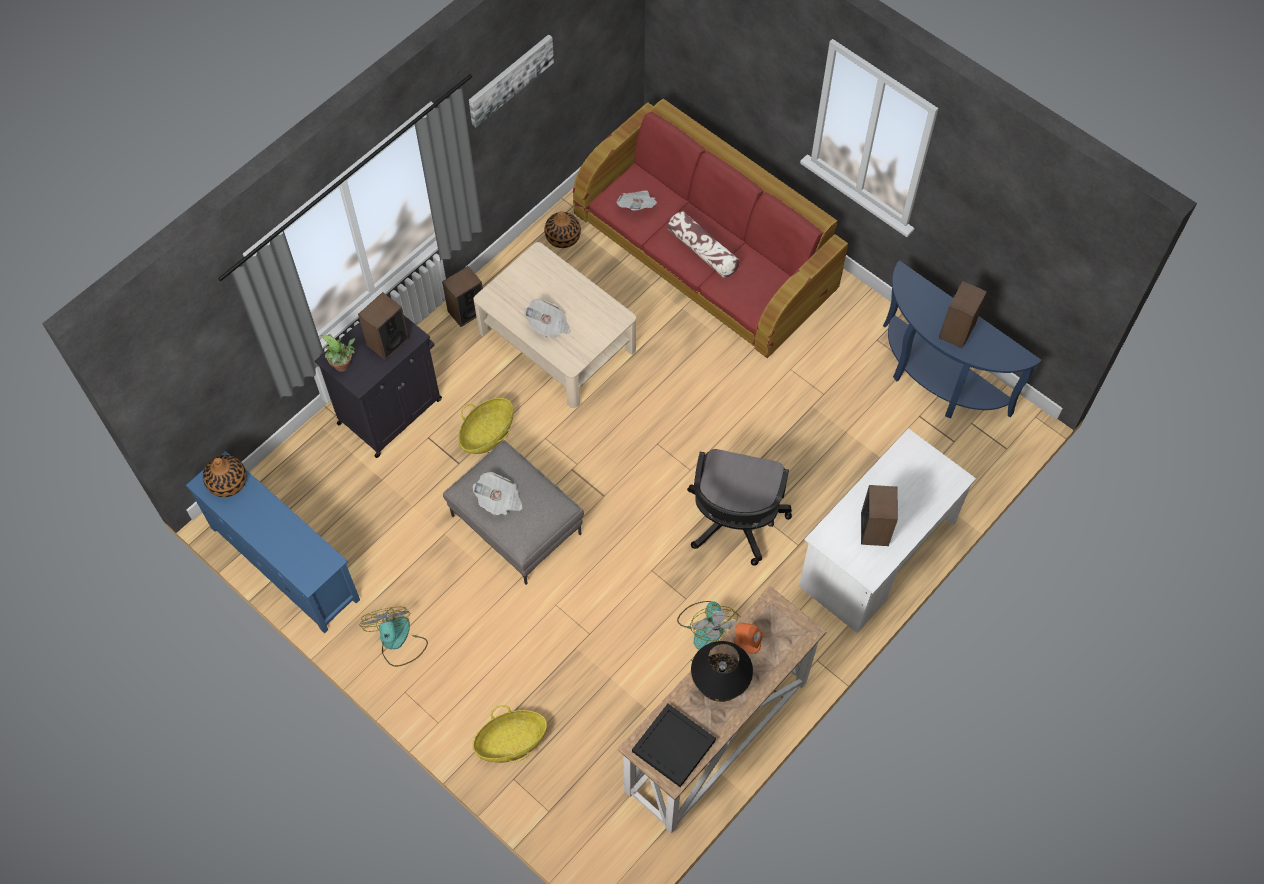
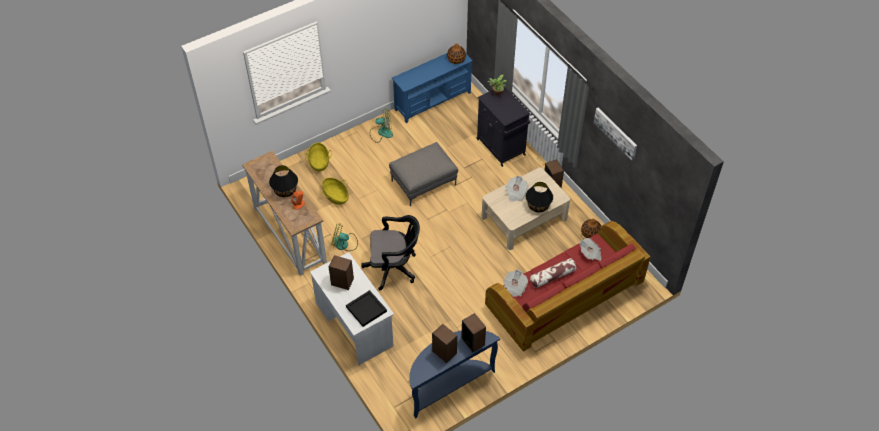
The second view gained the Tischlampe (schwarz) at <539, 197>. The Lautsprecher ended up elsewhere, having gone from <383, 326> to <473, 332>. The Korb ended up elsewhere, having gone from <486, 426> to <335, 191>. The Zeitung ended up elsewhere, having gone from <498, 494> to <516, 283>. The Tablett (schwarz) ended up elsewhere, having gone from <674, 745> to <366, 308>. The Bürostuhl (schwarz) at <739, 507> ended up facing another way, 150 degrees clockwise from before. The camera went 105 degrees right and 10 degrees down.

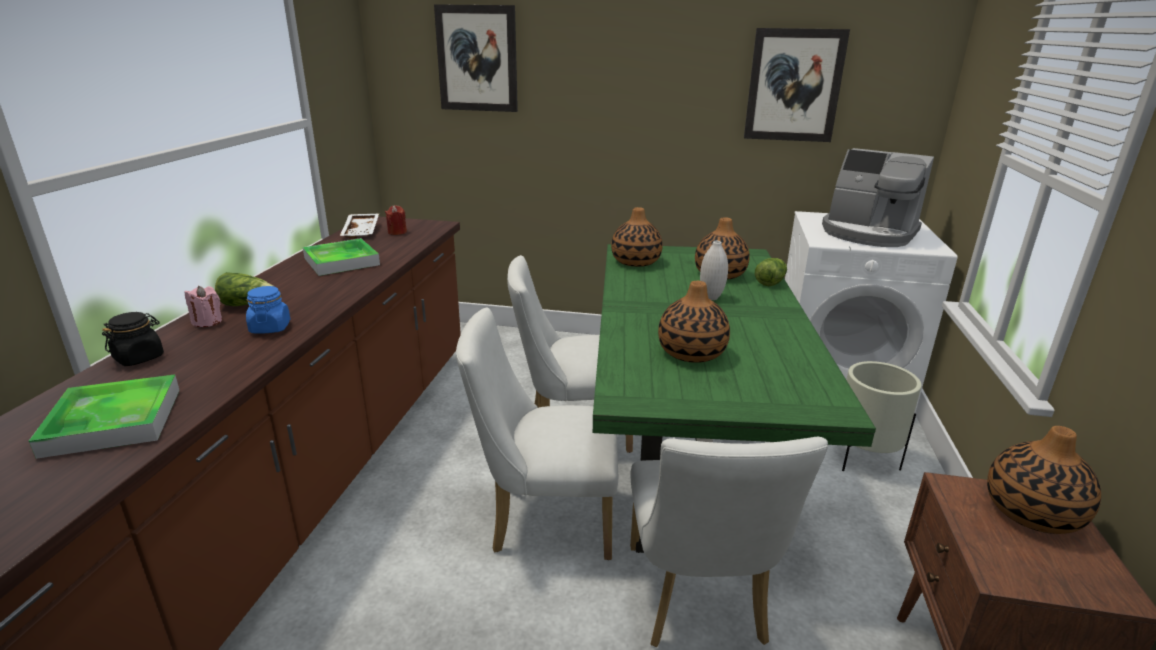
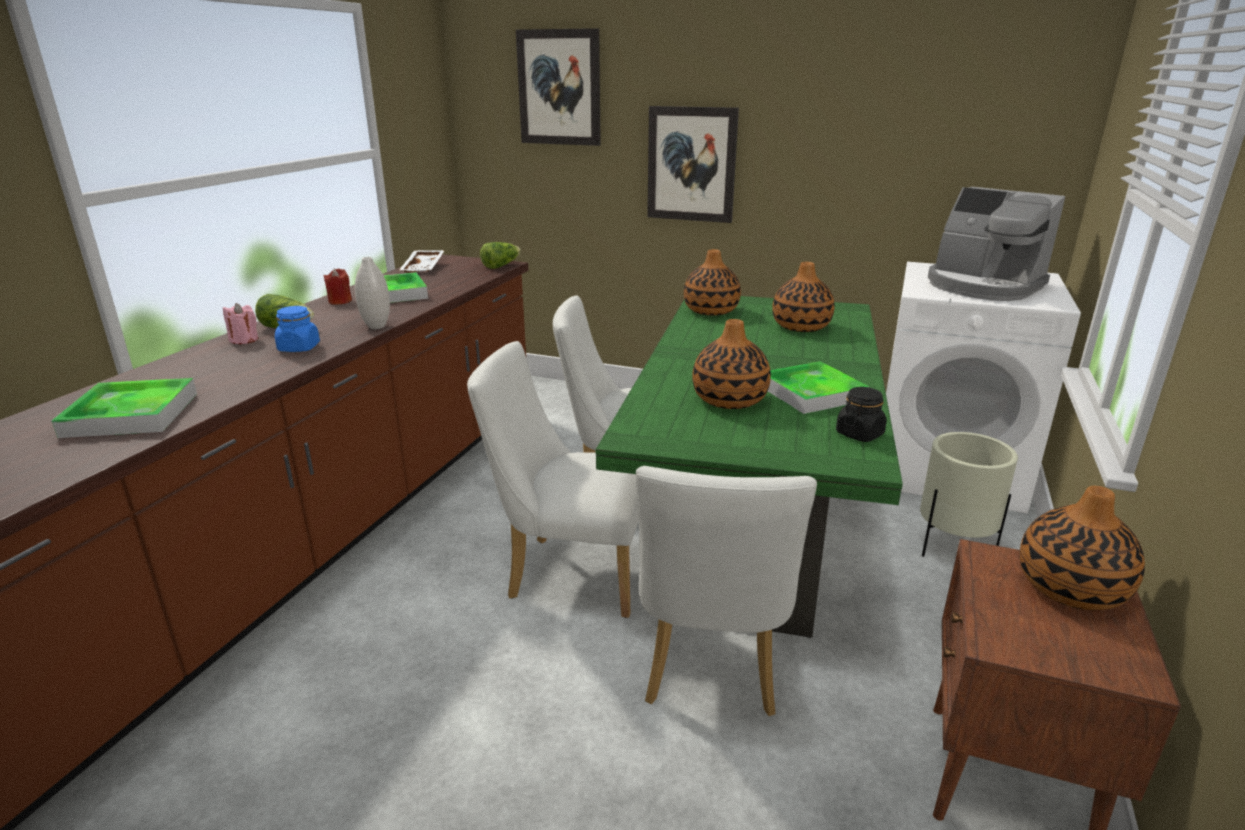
The second view gained the Tablett at <818, 387>. The Vorratsglas (schwarz) ended up elsewhere, having gone from <133, 339> to <861, 414>. The Kerze (rot) ended up elsewhere, having gone from <396, 220> to <337, 287>. The Vase (weiß) ended up elsewhere, having gone from <714, 270> to <372, 293>. The Bild ended up elsewhere, having gone from <797, 85> to <693, 164>. The Salatkopf ended up elsewhere, having gone from <771, 272> to <500, 255>. The camera went 10 degrees right and 0 degrees up.

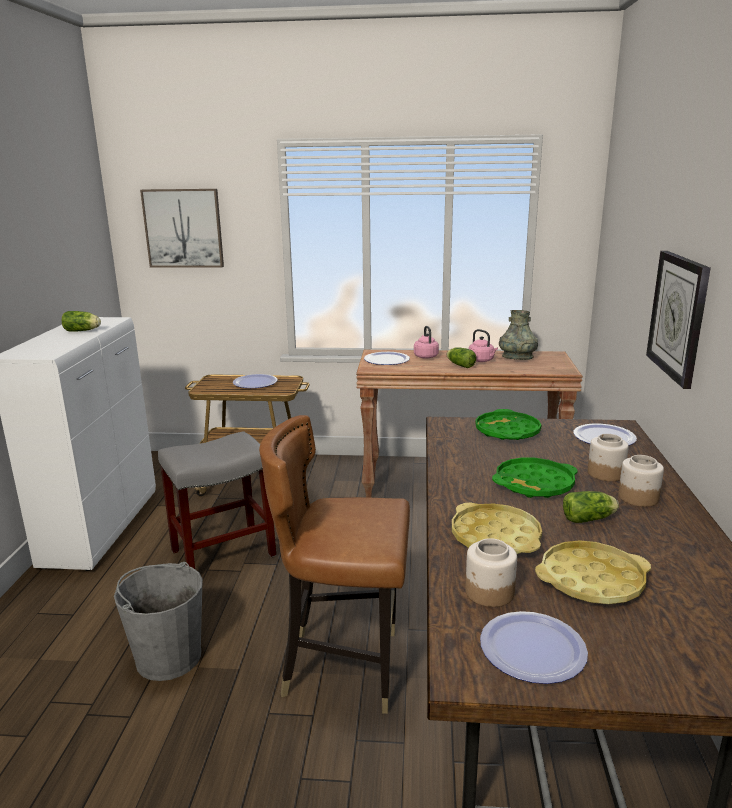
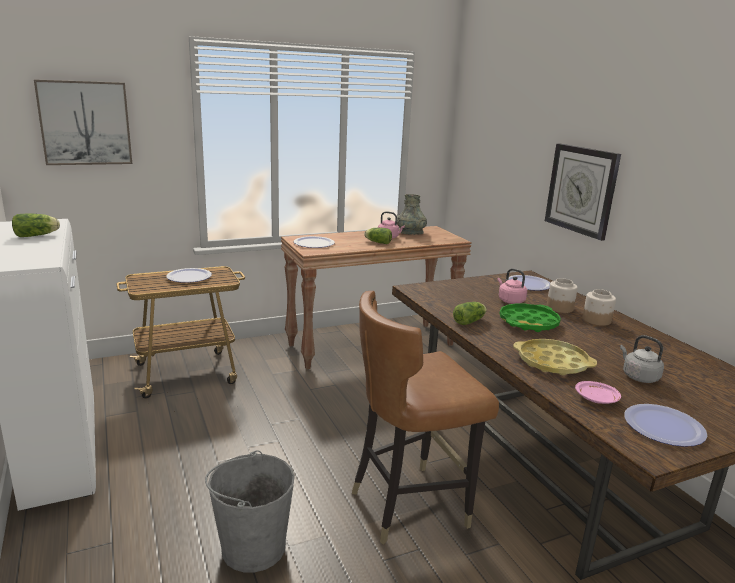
The second view lost the Hocker (grau) at <217, 500>. The second view lost the Tablett (grün) at <508, 424>. The Wasserkessel (rosa) ended up elsewhere, having gone from <426, 342> to <512, 286>. The Salatkopf ended up elsewhere, having gone from <591, 507> to <470, 313>. Where the Vorratsglas stood at <491, 572>, the Teller (rosa) came to stand at <598, 392>. Where the Tablett (gelb) stood at <593, 572>, the Wasserkessel (grau) came to stand at <642, 359>. The camera went 30 degrees left and 0 degrees up.

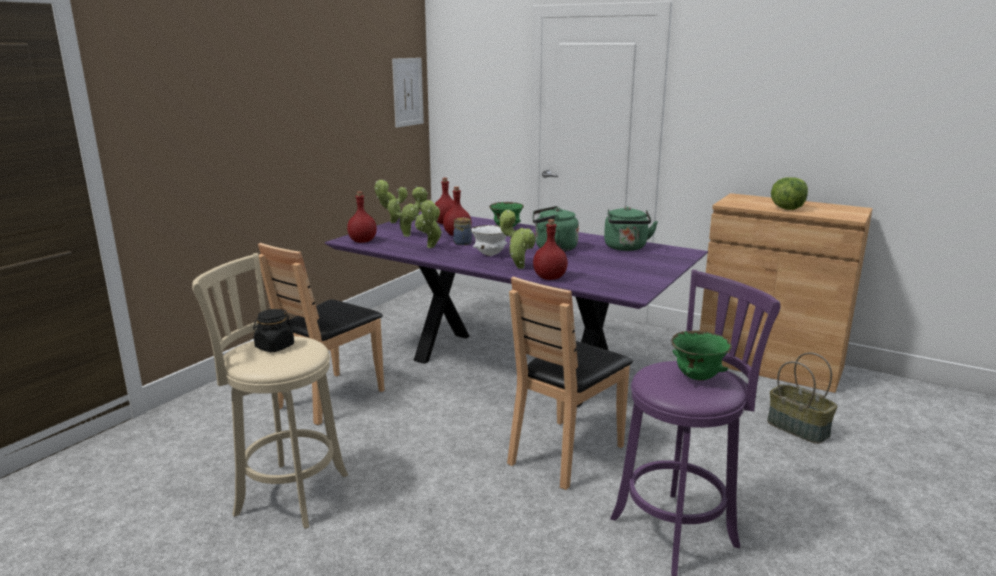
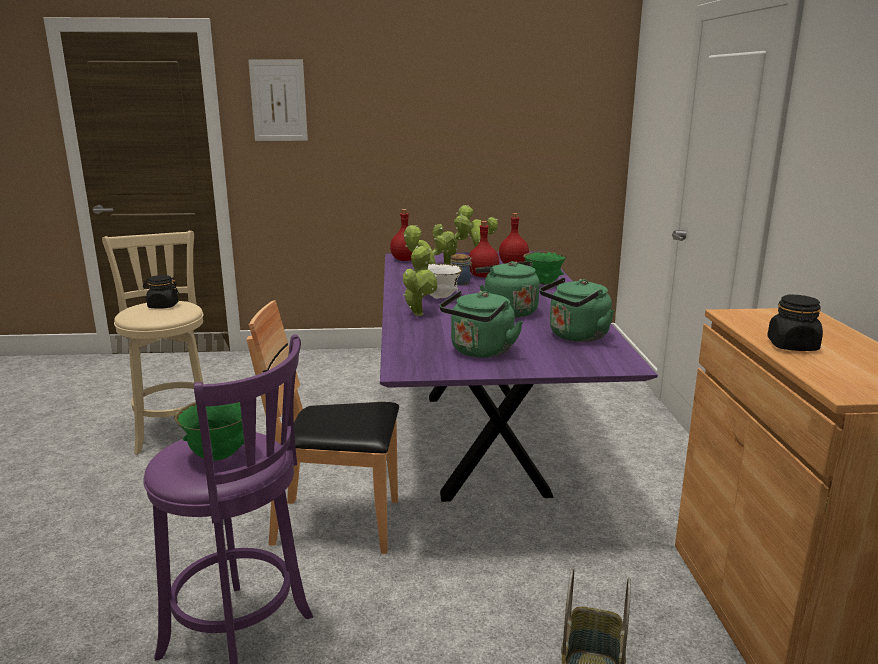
The second view lost the Stuhl (braun) at <321, 334>. The second view lost the Flasche (rot) at <550, 249>. The second view gained the Wasserkessel (grün) at <481, 324>. The Bild ended up elsewhere, having gone from <408, 93> to <278, 100>. Where the Salatkopf stood at <789, 193>, the Vorratsglas (schwarz) came to stand at <795, 322>. The camera went 55 degrees right and 0 degrees up.

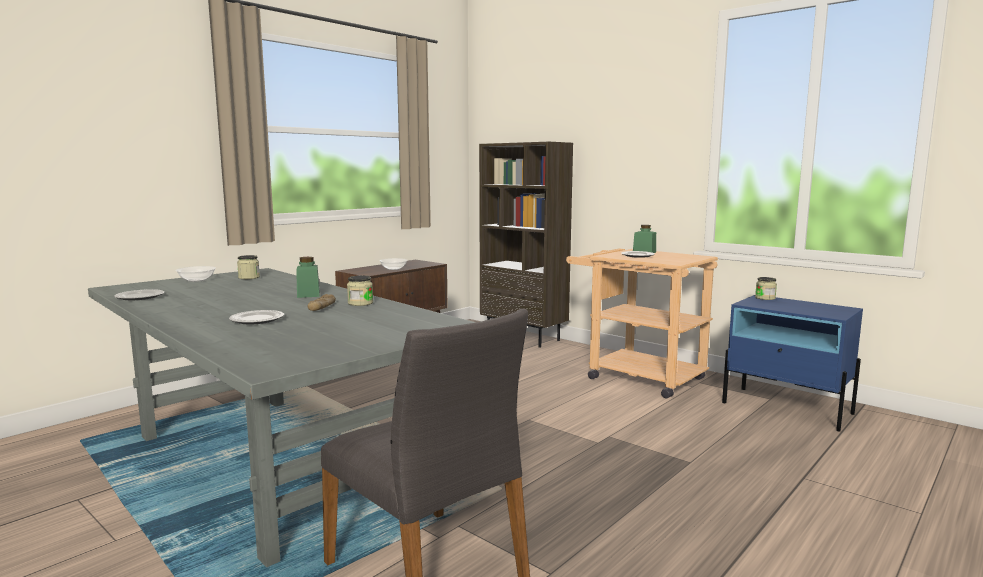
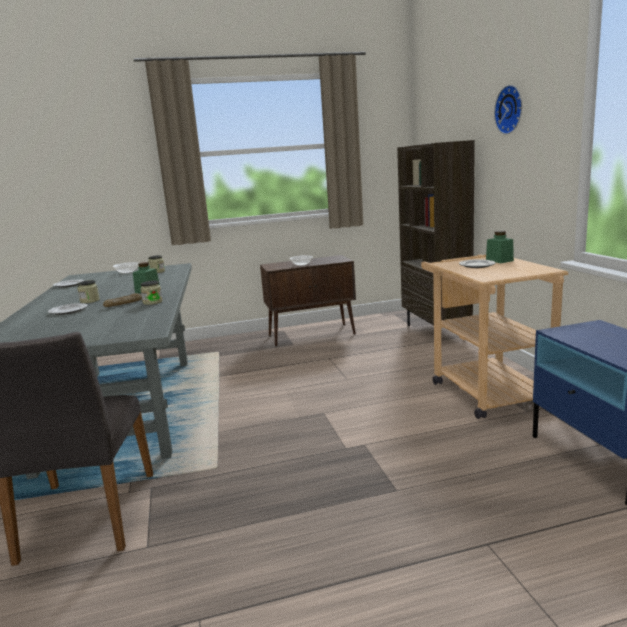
The second view gained the Wanduhr at <508, 109>. The Vorratsglas ended up elsewhere, having gone from <766, 288> to <88, 291>. The camera went 35 degrees right and 5 degrees up.

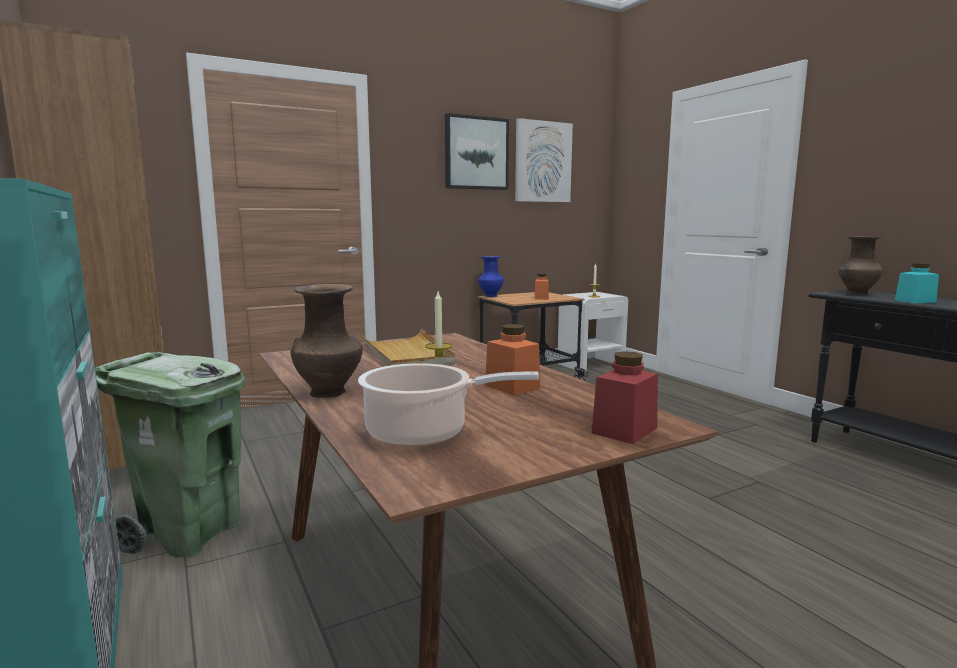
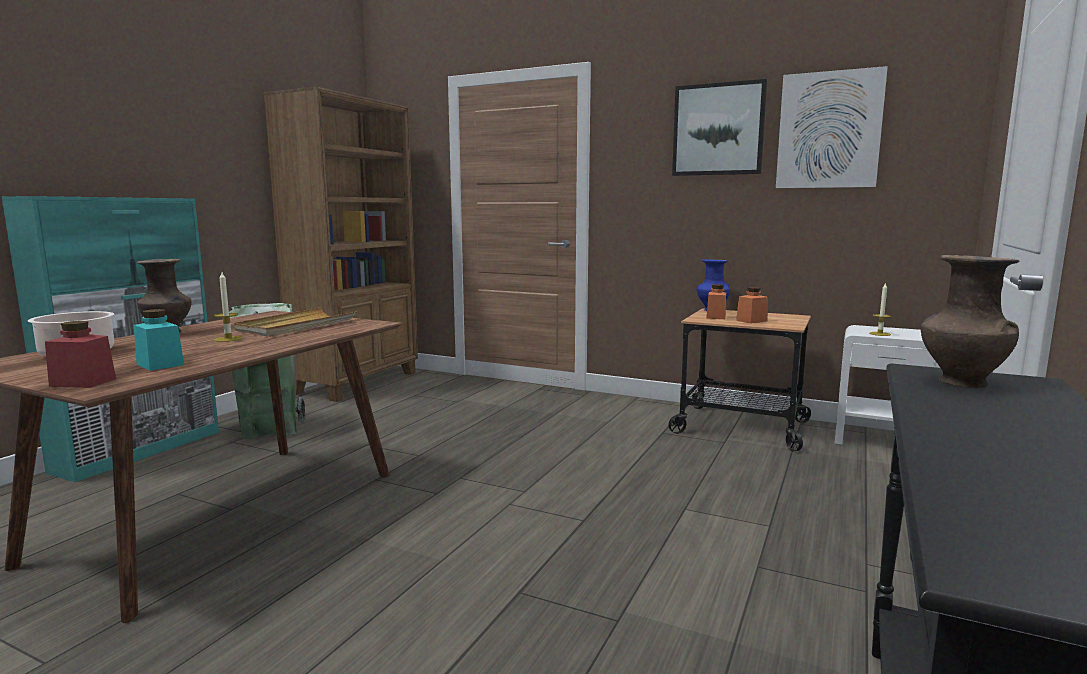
The Vorratsglas (orange) ended up elsewhere, having gone from <512, 360> to <716, 301>. The Vorratsglas (türkis) ended up elsewhere, having gone from <917, 283> to <159, 340>. The camera went 55 degrees right and 0 degrees up.

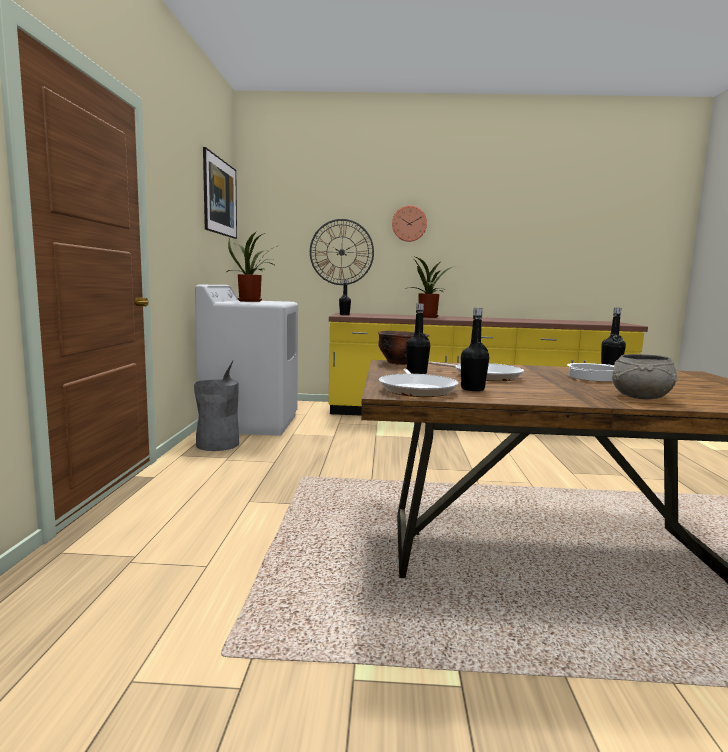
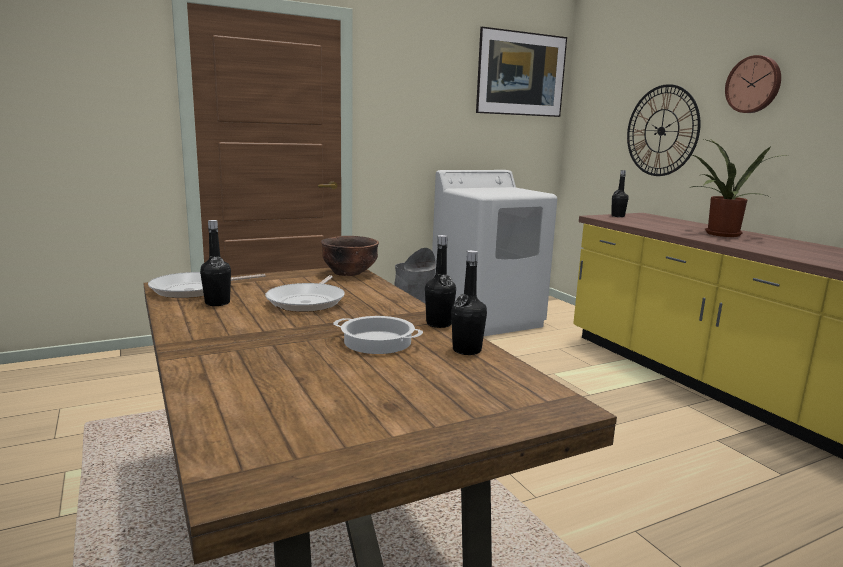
The second view lost the Topfpflanze at <254, 267>. The second view lost the Schüssel (grau) at <644, 376>. The Flasche (schwarz) ended up elsewhere, having gone from <418, 338> to <440, 281>. The camera went 60 degrees right and 5 degrees up.

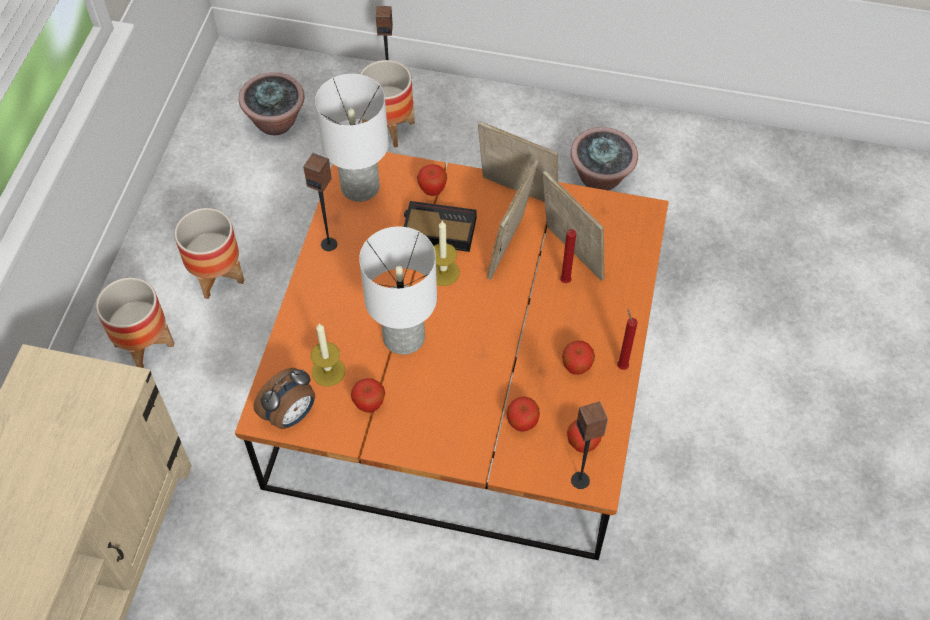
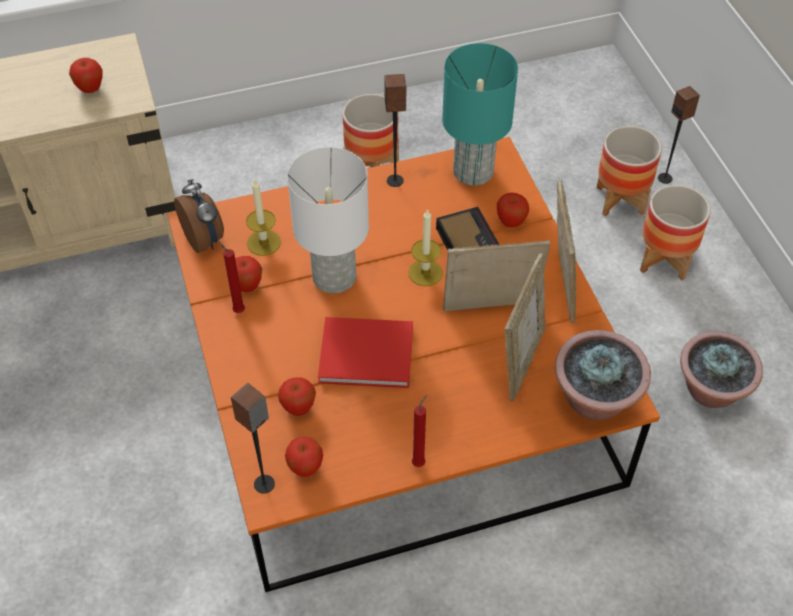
The second view gained the Buch (rot) at <365, 352>. The Pflanzkübel ended up elsewhere, having gone from <135, 323> to <675, 233>. The Topfpflanze ended up elsewhere, having gone from <271, 103> to <603, 375>. The Kerze (rot) ended up elsewhere, having gone from <568, 256> to <231, 277>. The Apfel ended up elsewhere, having gone from <578, 358> to <86, 75>. What was the Tischlampe (weiß) at <352, 138> turned into the Tischlampe (türkis) at <480, 114>. The Wecker at <284, 398> ended up facing another way, 135 degrees counterclockwise from before. The camera went 60 degrees right and 5 degrees down.

